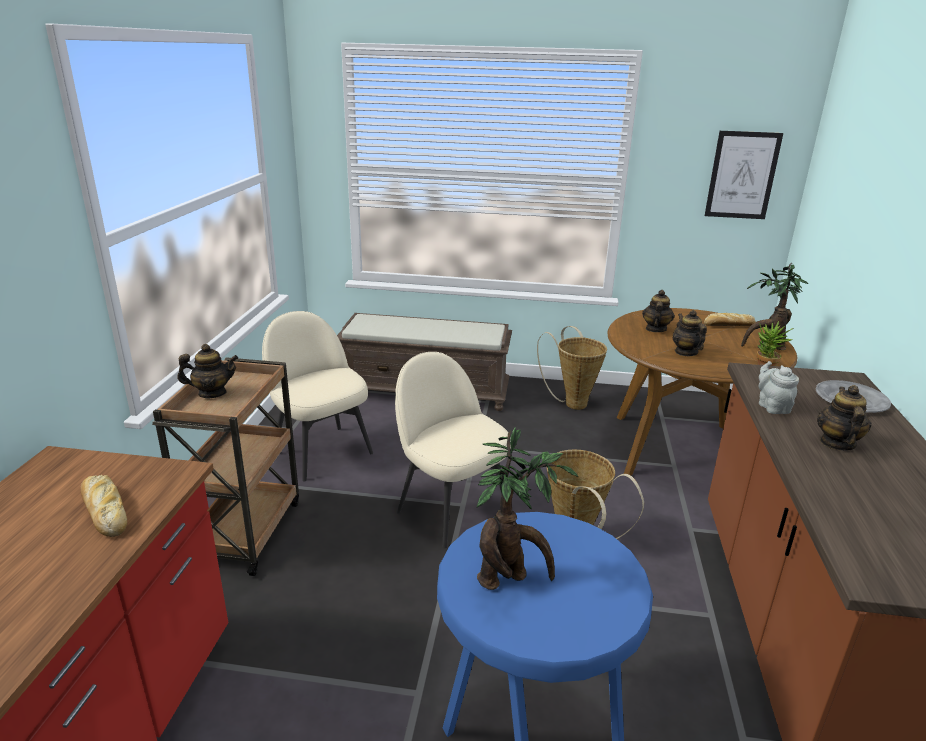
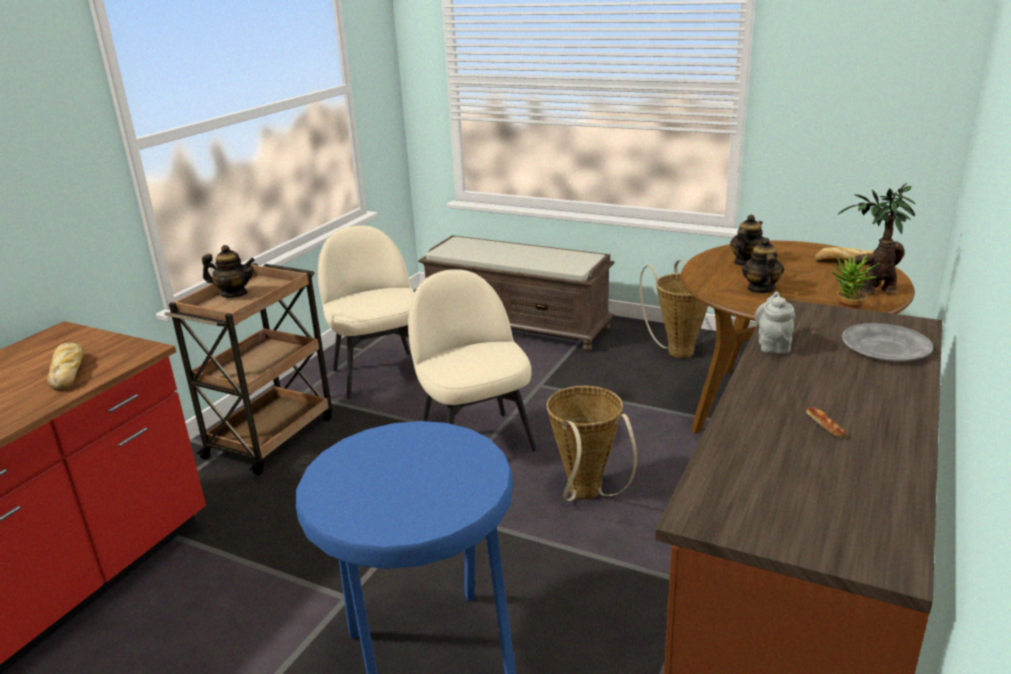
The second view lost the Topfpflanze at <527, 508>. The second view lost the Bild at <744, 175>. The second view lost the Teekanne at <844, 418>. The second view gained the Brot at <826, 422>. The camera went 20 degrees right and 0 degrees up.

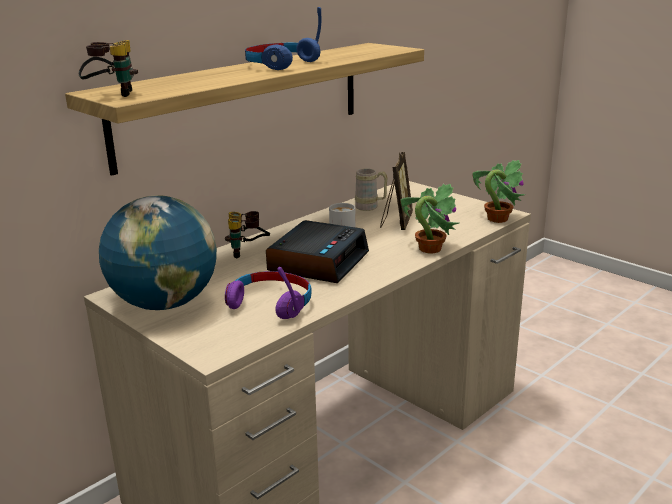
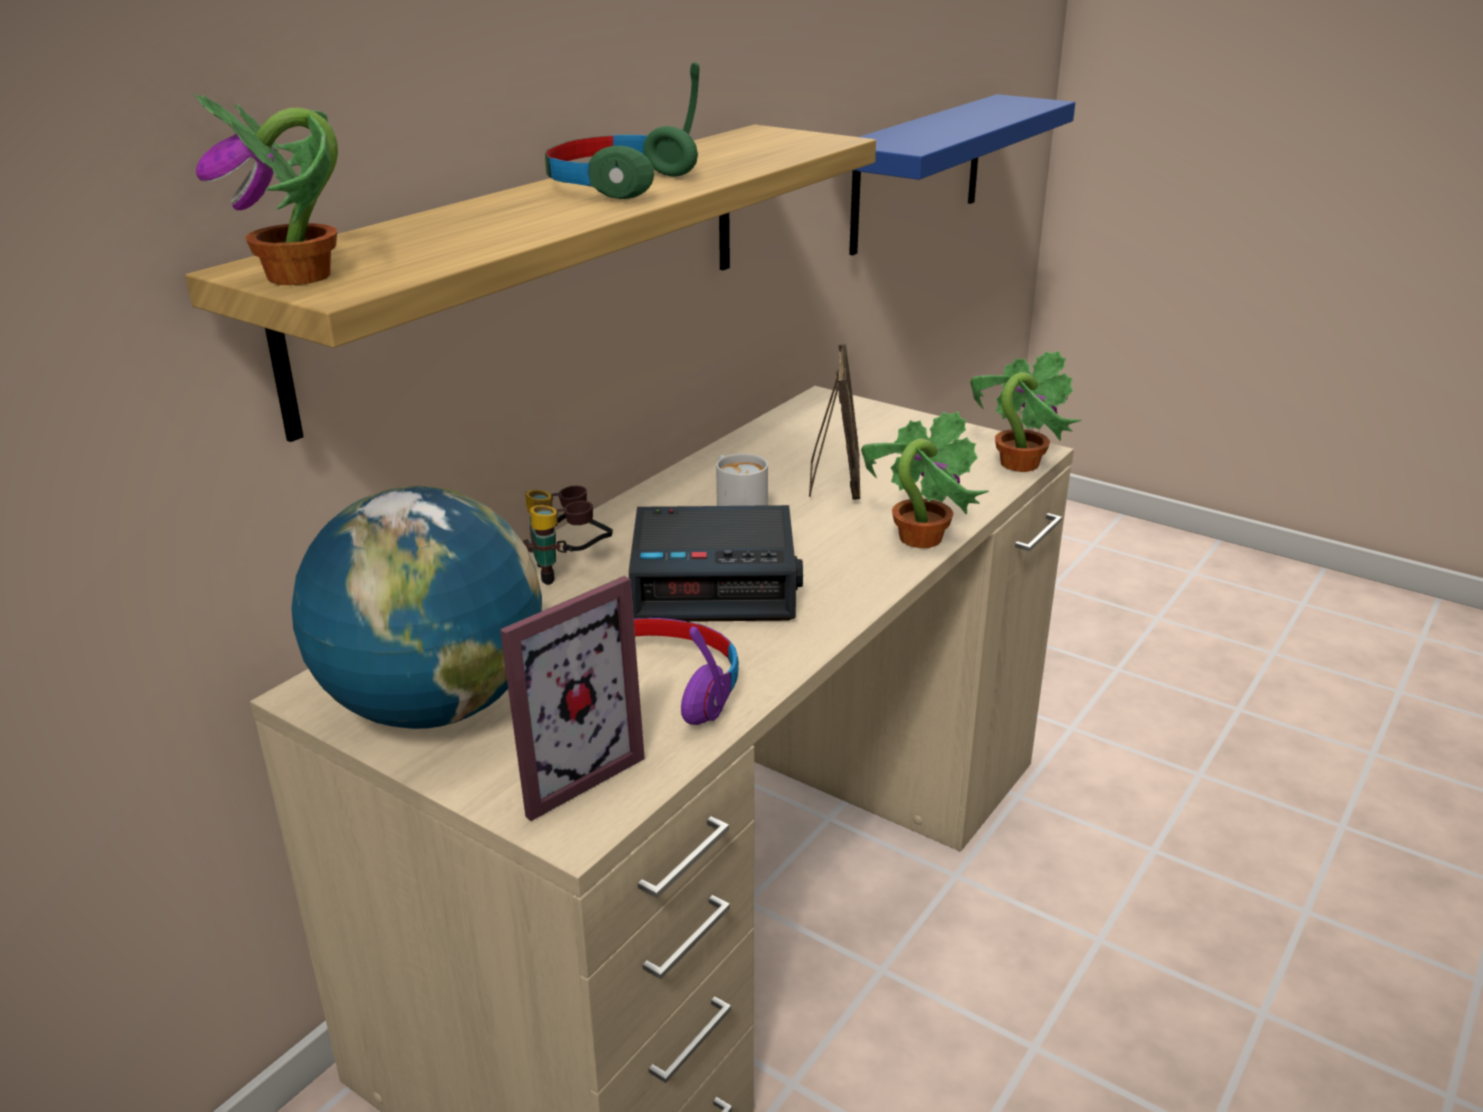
The second view lost the Henkelbecher (beige) at <371, 189>. The second view gained the Bilderrahmen at <572, 698>. The second view gained the Wandregal (blau) at <962, 174>. Where the Fernglas stood at <108, 68>, the Topfpflanze came to stand at <265, 189>. What was the Kopfhörer (blau) at <283, 38> turned into the Kopfhörer (grün) at <622, 130>. The Wecker at <317, 251> ended up facing another way, 75 degrees clockwise from before. The camera went 10 degrees left and 5 degrees up.

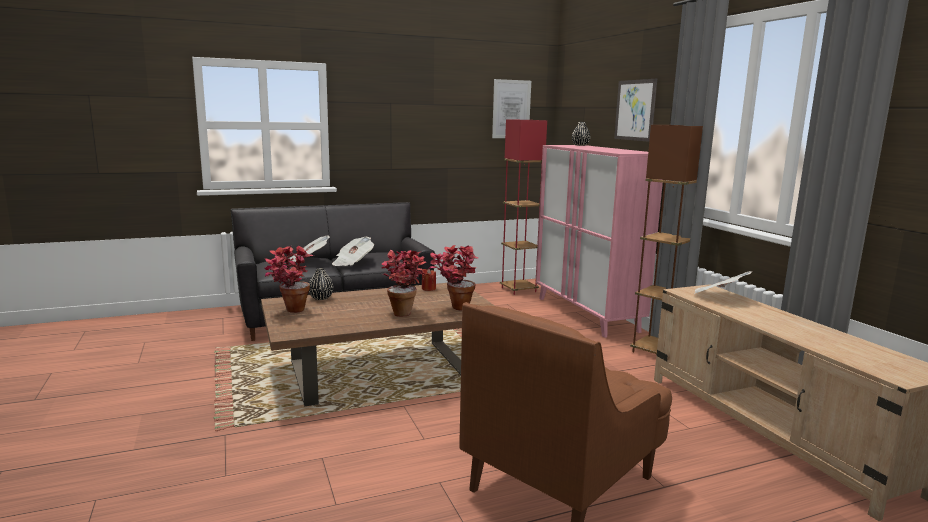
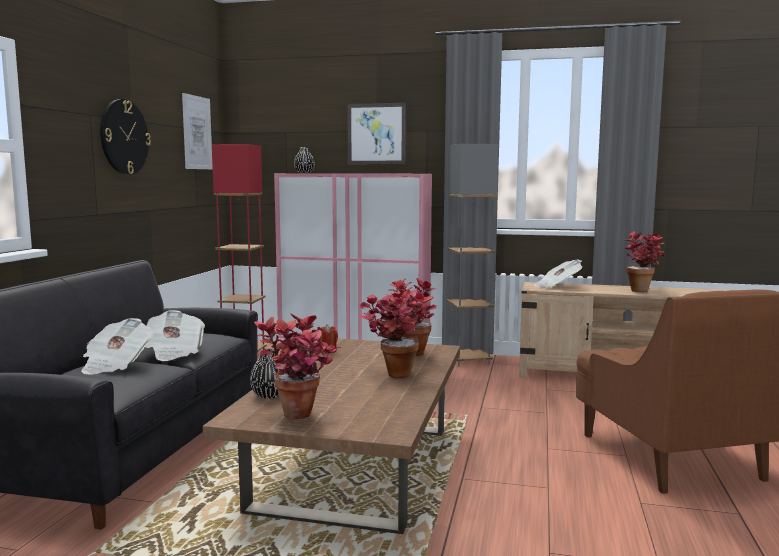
The second view gained the Wanduhr at <125, 137>. The second view gained the Topfpflanze at <645, 261>. What was the Stehlampe (braun) at <666, 239> turned into the Stehlampe (grau) at <472, 255>. The camera went 55 degrees left and 5 degrees down.

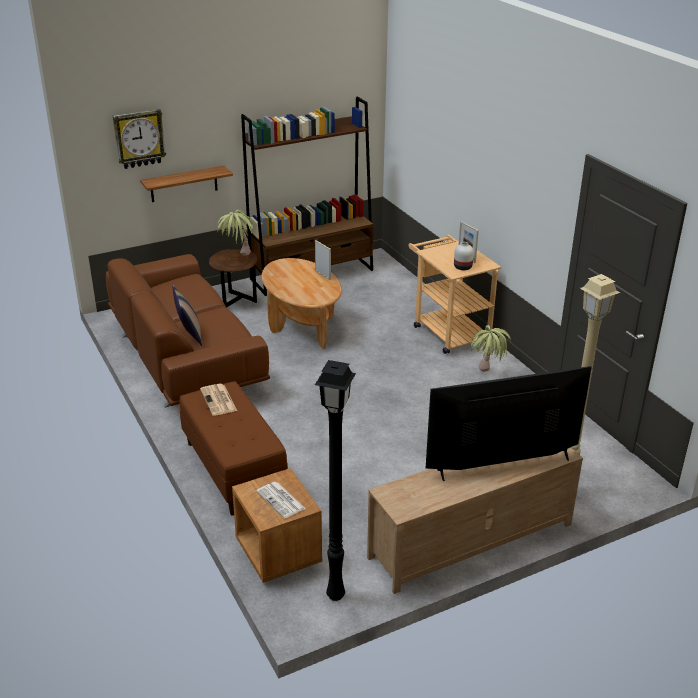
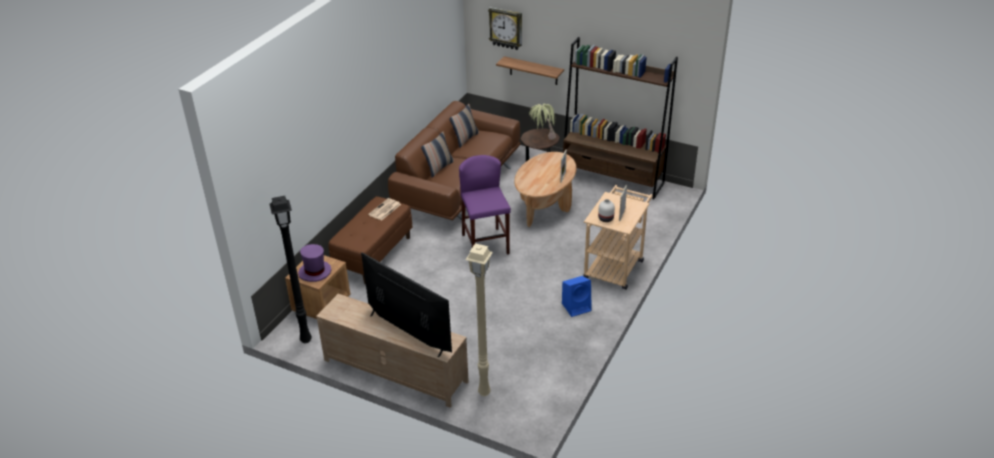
The second view gained the Kissen at <464, 126>. The second view gained the Hocker (lila) at <485, 204>. Where the Zeitung stood at <281, 500>, the Hut (lila) came to stand at <314, 263>. Where the Topfpflanze stood at <491, 348>, the Lautsprecher (blau) came to stand at <577, 296>. The camera went 55 degrees right and 5 degrees up.

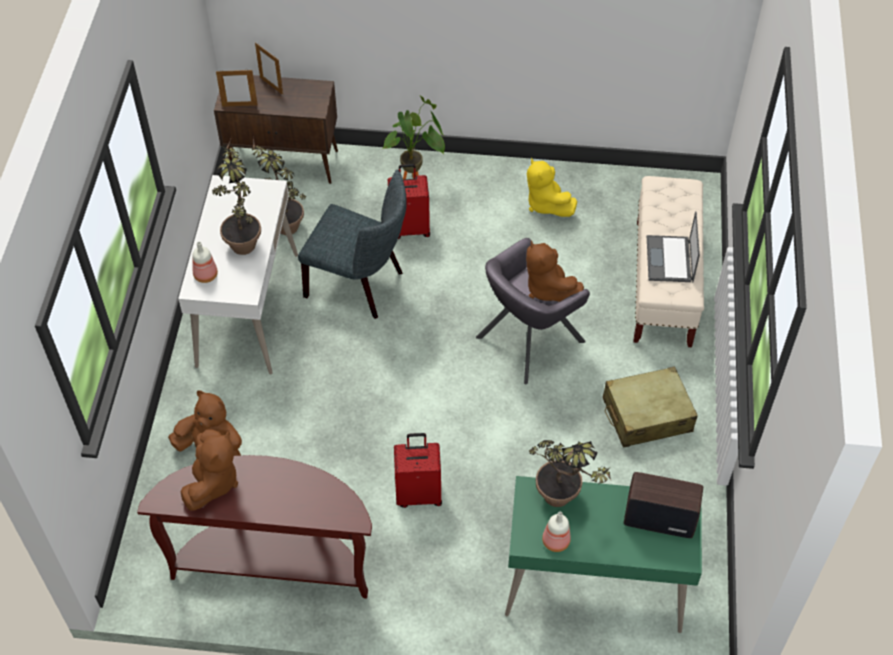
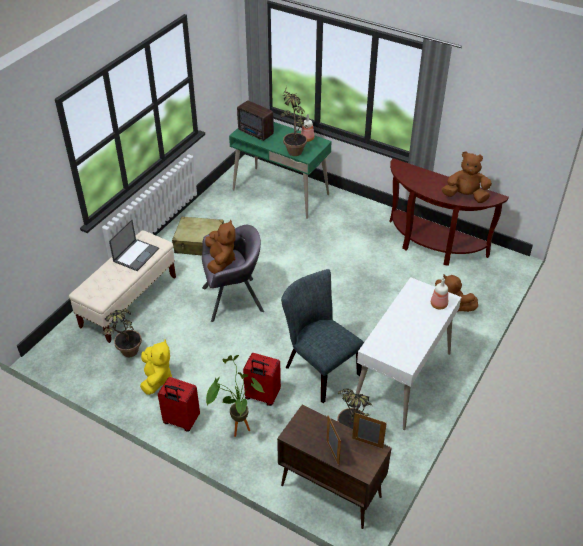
The Topfpflanze ended up elsewhere, having gone from <236, 197> to <122, 333>. The Koffer (rot) ended up elsewhere, having gone from <418, 470> to <179, 404>. The Plüschtier (braun) at <209, 470> ended up facing another way, 60 degrees clockwise from before. The camera went 155 degrees left and 10 degrees down.

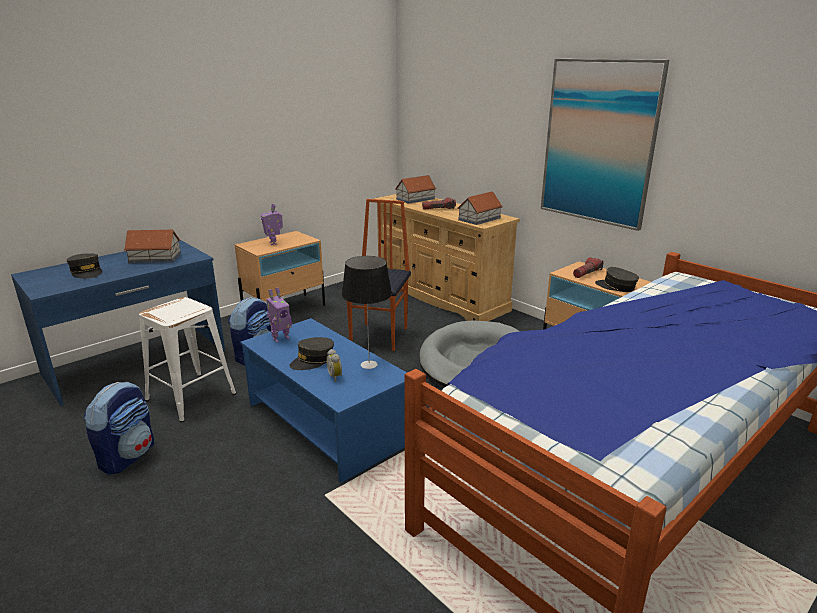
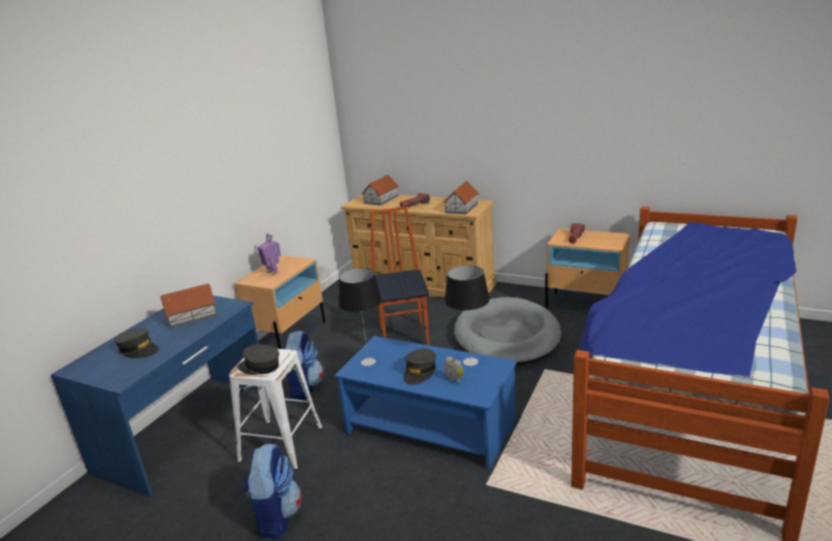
The second view lost the Bild at <605, 145>. The Kappe (grau) ended up elsewhere, having gone from <617, 279> to <258, 360>. Where the Spielzeugroboter stood at <279, 314>, the Tischlampe came to stand at <360, 317>. The camera went 20 degrees left and 0 degrees up.

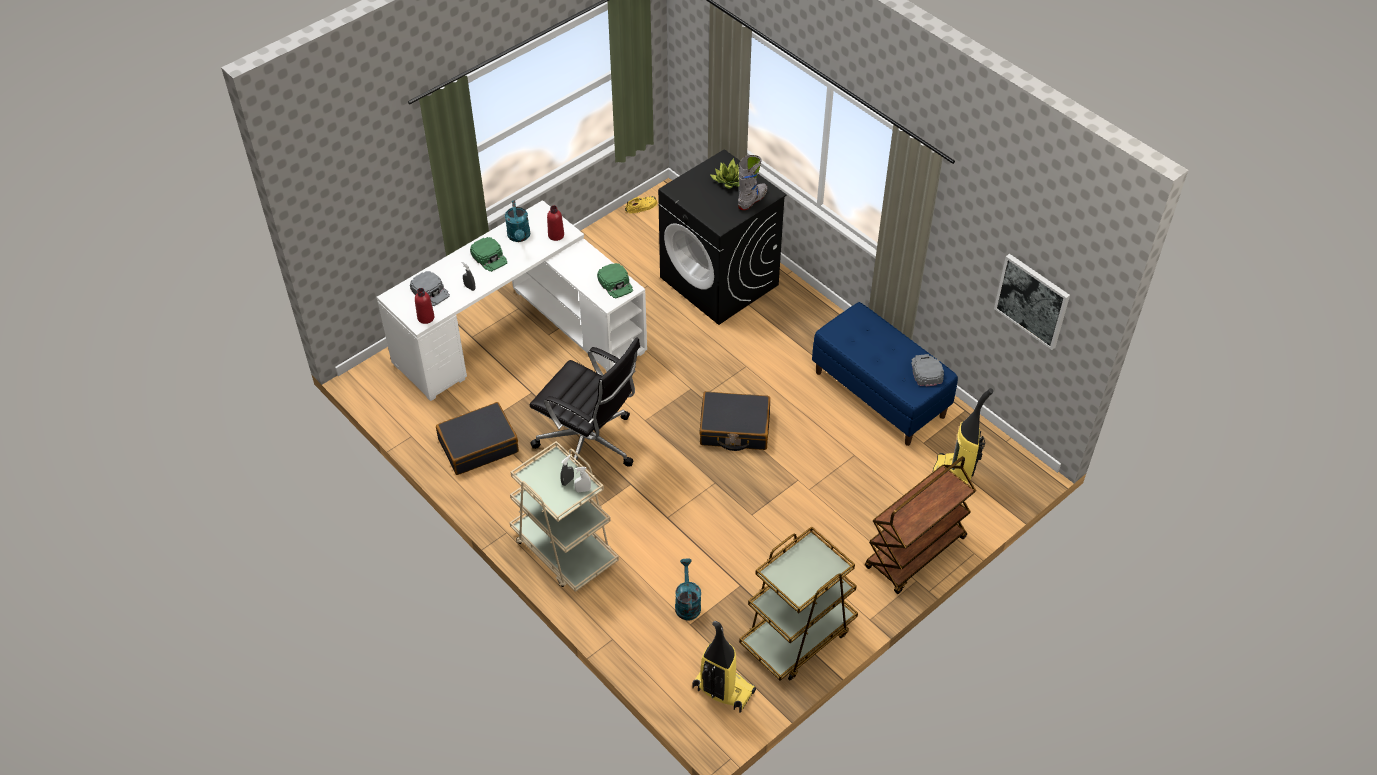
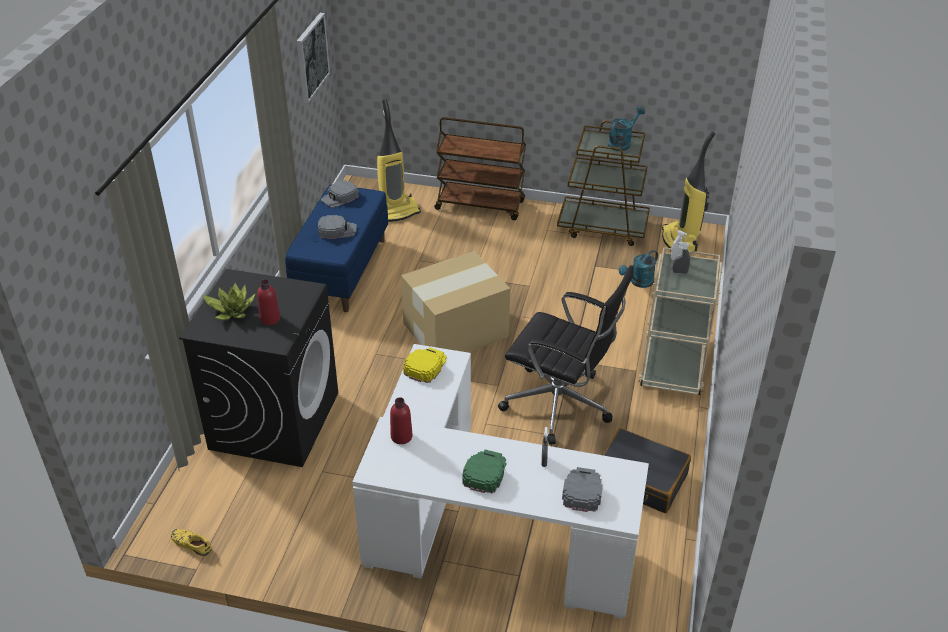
The second view lost the Stiefel (grau) at <752, 182>. The second view gained the Kappe (grau) at <337, 227>. The Flasche (rot) ended up elsewhere, having gone from <425, 306> to <268, 302>. The Gießkanne (türkis) ended up elsewhere, having gone from <518, 221> to <626, 128>. Where the Koffer (schwarz) stood at <734, 421>, the Karton came to stand at <455, 301>. What was the Kappe (grün) at <615, 281> turned into the Kappe (gelb) at <425, 365>. The Bürostuhl (schwarz) at <585, 402> ended up facing another way, 120 degrees clockwise from before. The camera went 125 degrees left and 10 degrees down.

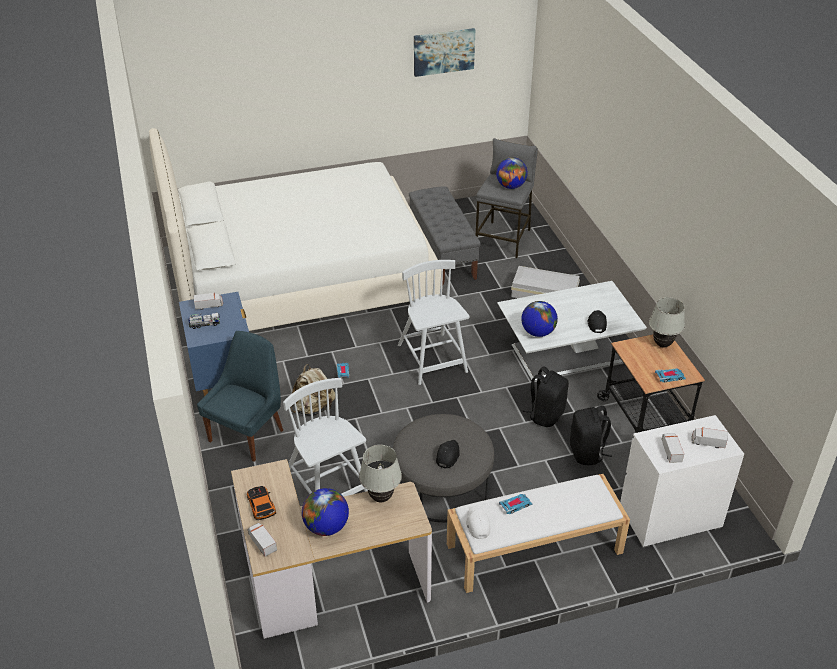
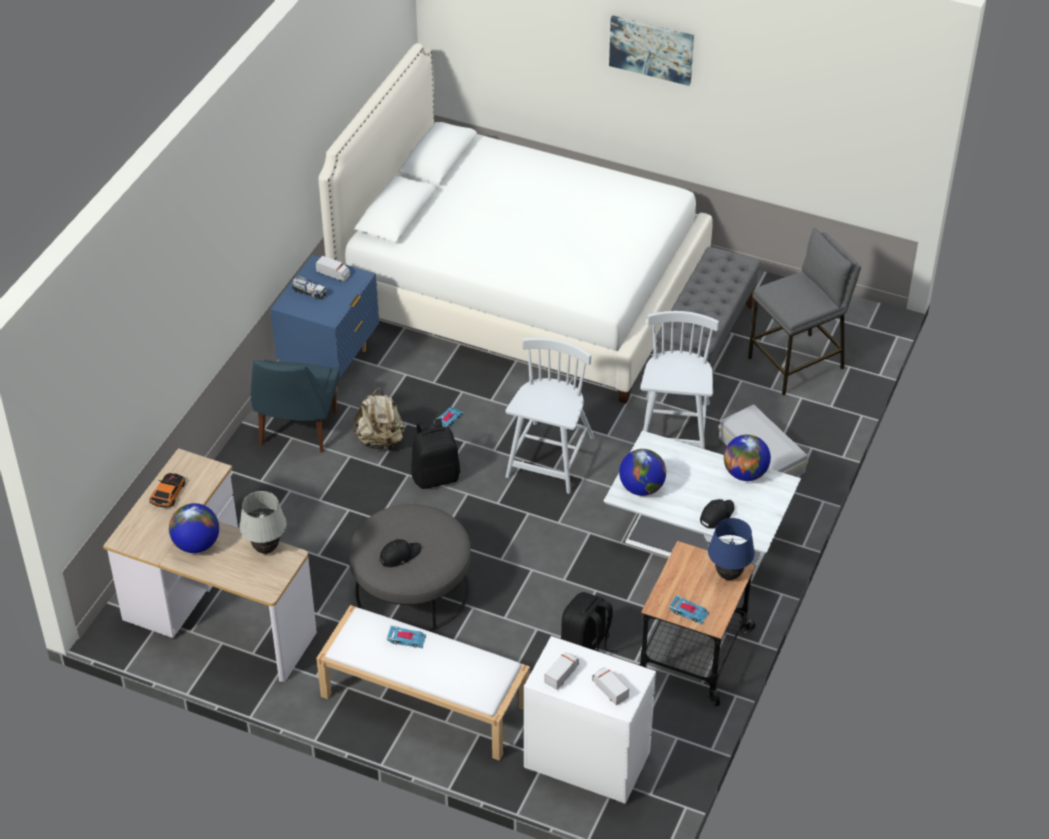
The second view lost the Spielzeuglaster at <262, 540>. The second view lost the Kappe (weiß) at <478, 522>. The Stuhl (weiß) ended up elsewhere, having gone from <325, 437> to <680, 380>. The Bild ended up elsewhere, having gone from <444, 52> to <651, 50>. The Globus ended up elsewhere, having gone from <512, 173> to <747, 457>. The Rucksack (schwarz) ended up elsewhere, having gone from <546, 397> to <435, 453>. What was the Tischlampe (weiß) at <667, 322> turned into the Tischlampe (blau) at <731, 549>. The Stuhl (blau) at <240, 396> ended up facing another way, 120 degrees clockwise from before. The camera went 40 degrees right and 5 degrees up.

